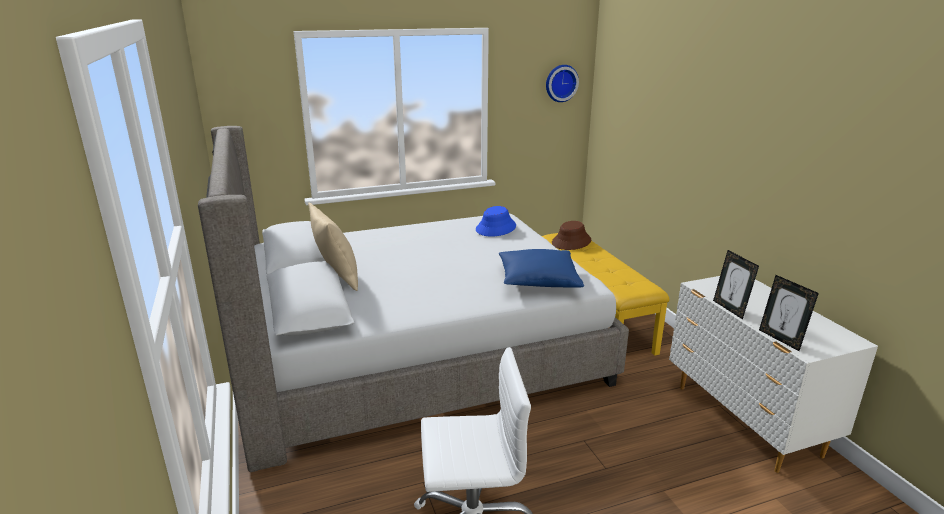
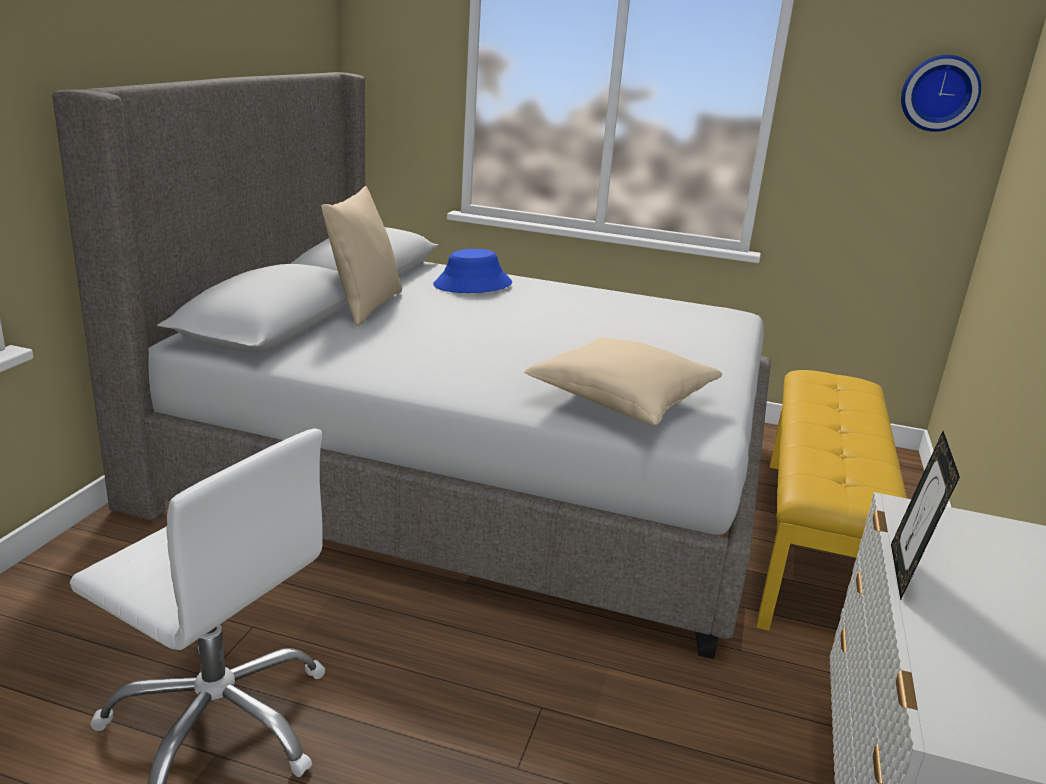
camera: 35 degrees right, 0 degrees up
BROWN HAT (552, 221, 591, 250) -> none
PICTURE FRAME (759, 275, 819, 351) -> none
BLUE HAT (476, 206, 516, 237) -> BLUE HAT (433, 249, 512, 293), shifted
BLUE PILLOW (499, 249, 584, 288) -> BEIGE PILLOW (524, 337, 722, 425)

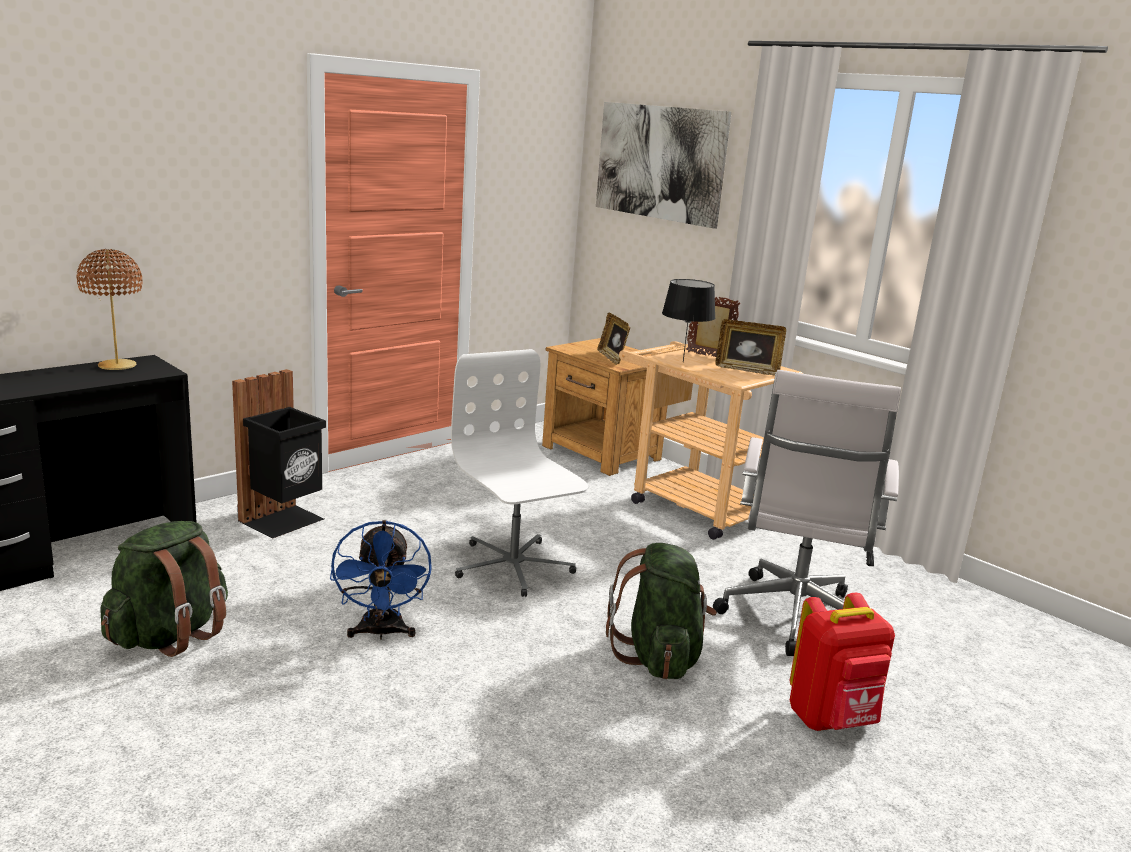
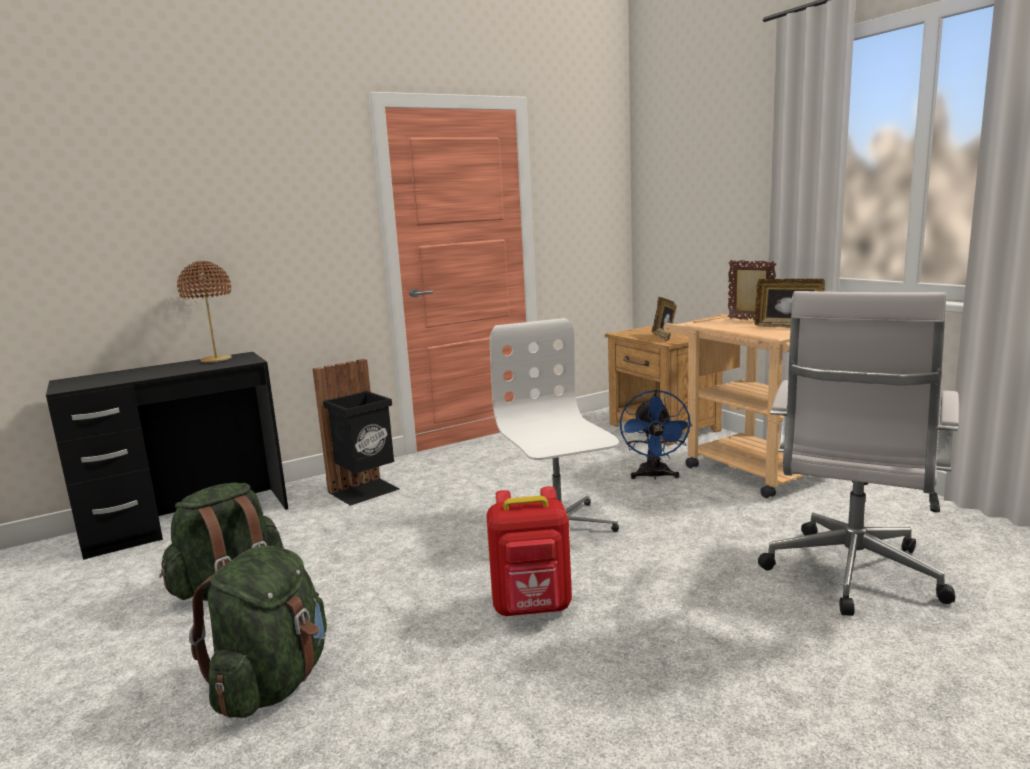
camera: 15 degrees right, 5 degrees down
PICTURE (596, 102, 732, 229) -> none
BLACK TABLE LAMP (662, 279, 716, 362) -> none
BLUE FAN (330, 520, 432, 640) -> BLUE FAN (620, 390, 692, 480), shifted
GREEN BACKPACK (606, 543, 717, 679) -> GREEN BACKPACK (189, 546, 327, 718), shifted
RED BACKPACK (790, 593, 895, 731) -> RED BACKPACK (486, 486, 572, 616), shifted

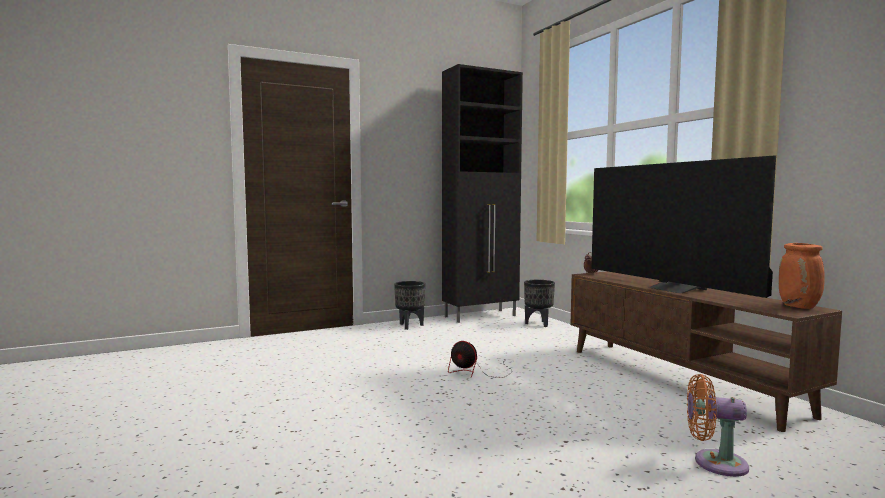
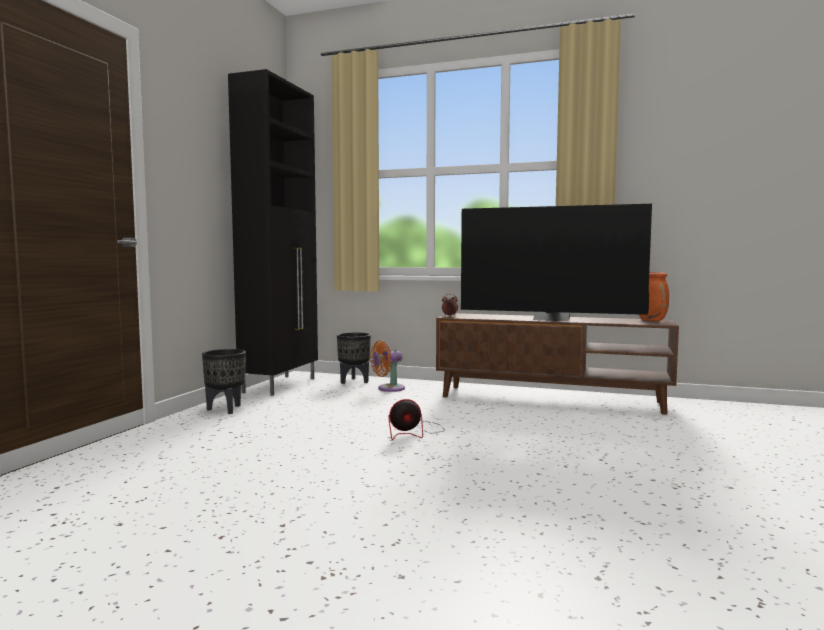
camera: 45 degrees left, 0 degrees up
ORANGE FAN (687, 374, 749, 477) -> ORANGE FAN (370, 340, 405, 392), shifted

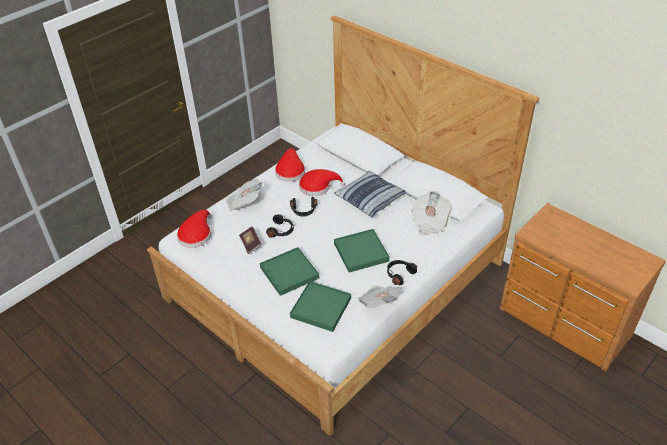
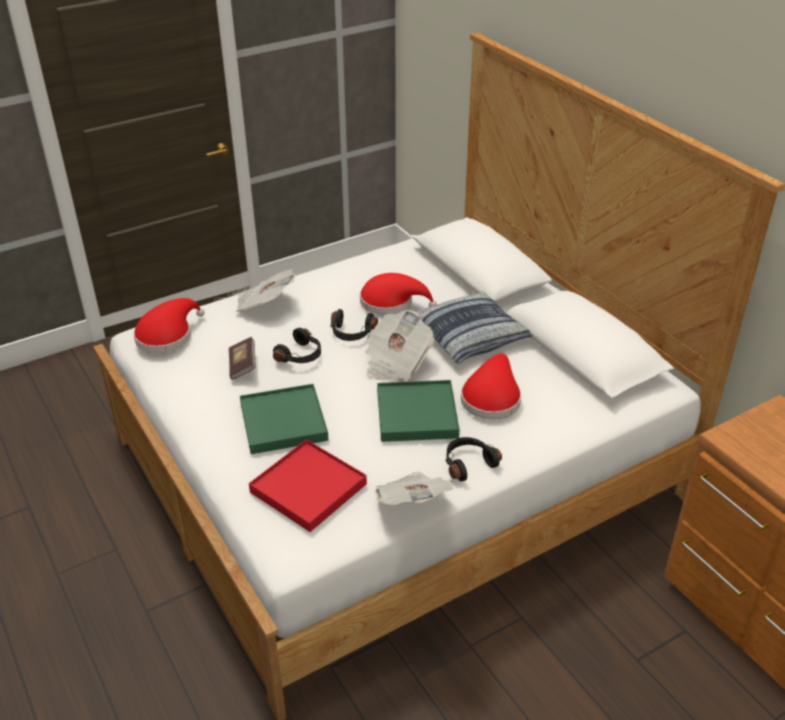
camera: 15 degrees right, 5 degrees down
RED HAT (275, 148, 305, 182) -> RED HAT (461, 354, 521, 419), shifted
NEWSPAPER (412, 191, 452, 235) -> NEWSPAPER (365, 310, 434, 380), shifted
GREEN TRAY (290, 281, 351, 332) -> RED TRAY (249, 439, 367, 532)

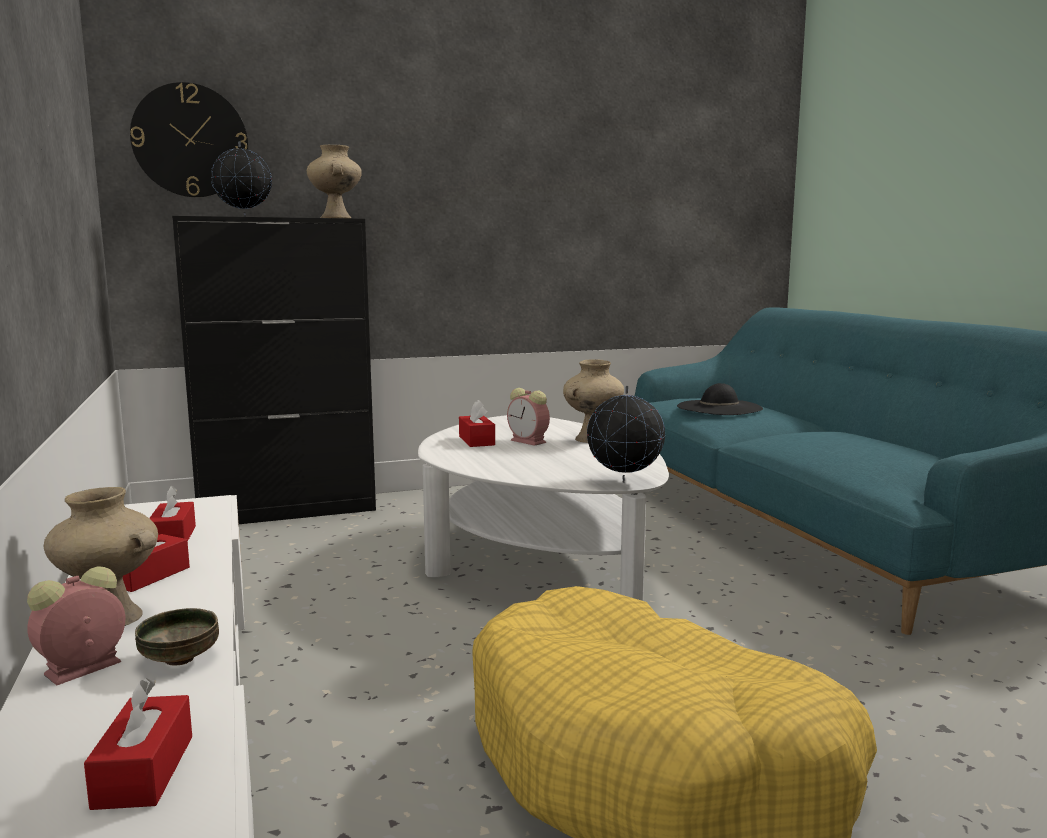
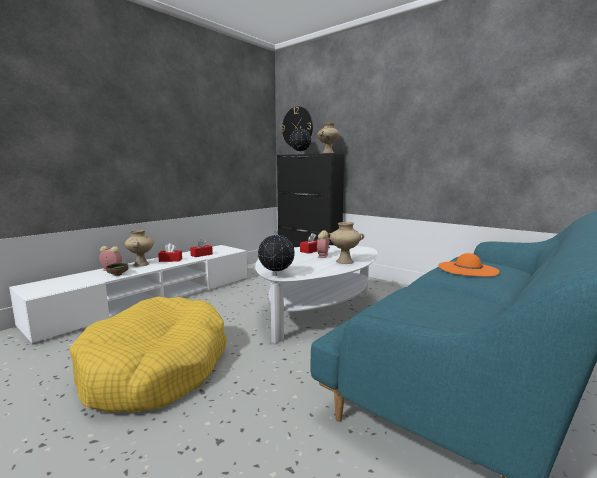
camera: 60 degrees right, 0 degrees up
RED TISSUE BOX (84, 678, 192, 810) -> none
BLACK HAT (677, 383, 763, 415) -> ORANGE HAT (438, 253, 500, 277)

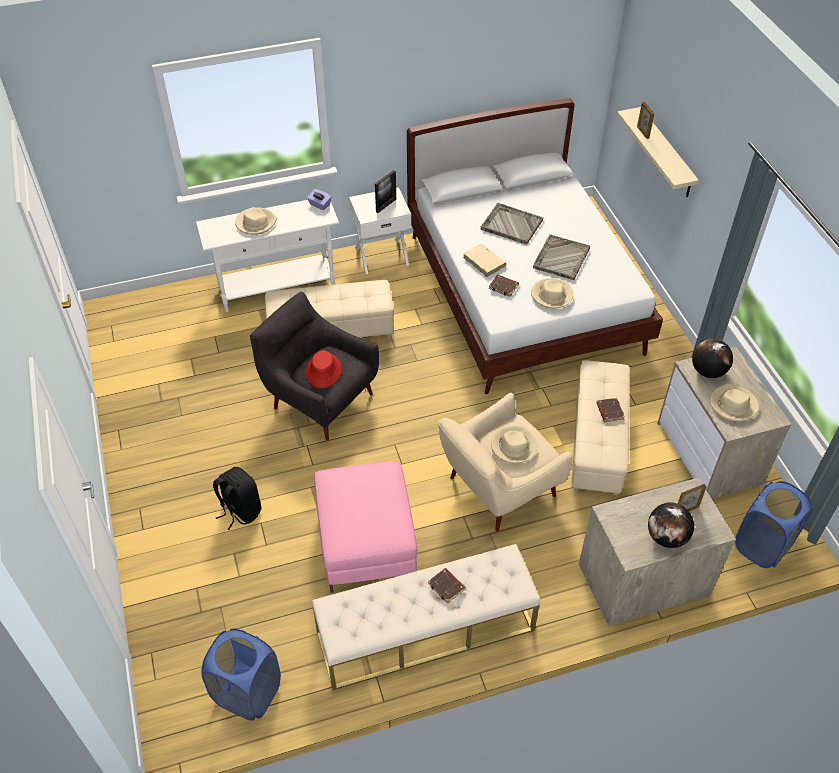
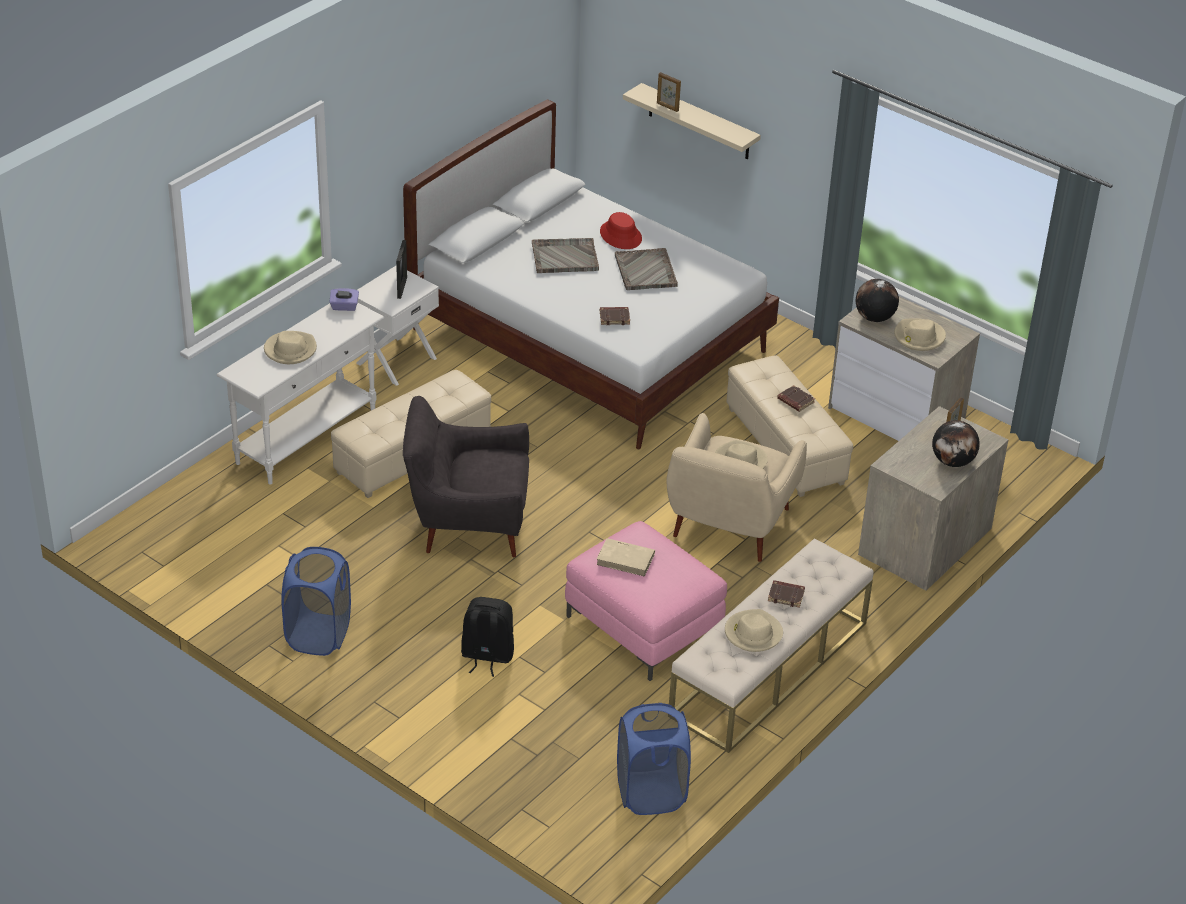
camera: 35 degrees left, 10 degrees down
RED HAT (306, 350, 341, 388) -> RED HAT (600, 212, 642, 249), shifted
BEIGE BOOK (463, 243, 506, 277) -> BEIGE BOOK (596, 538, 655, 577), shifted
BEIGE HAT (531, 278, 573, 309) -> BEIGE HAT (725, 609, 783, 652), shifted
BLUE LAUNDRY BASKET (735, 481, 813, 568) -> BLUE LAUNDRY BASKET (281, 547, 351, 656), shifted

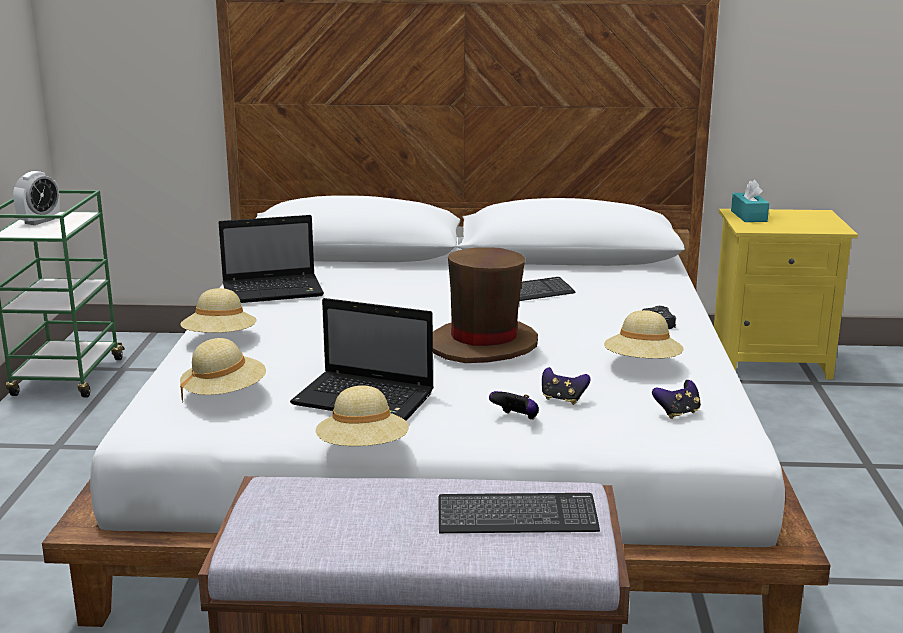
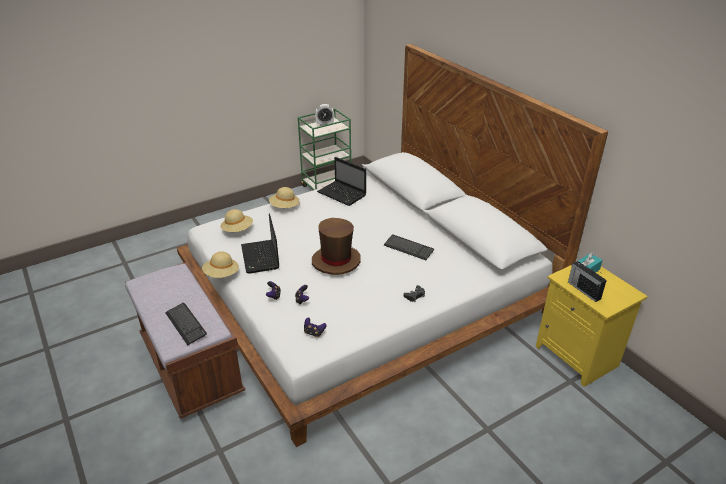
camera: 55 degrees right, 15 degrees up
BEIGE HAT (604, 310, 684, 359) -> none
none -> RADIO (568, 261, 607, 302)

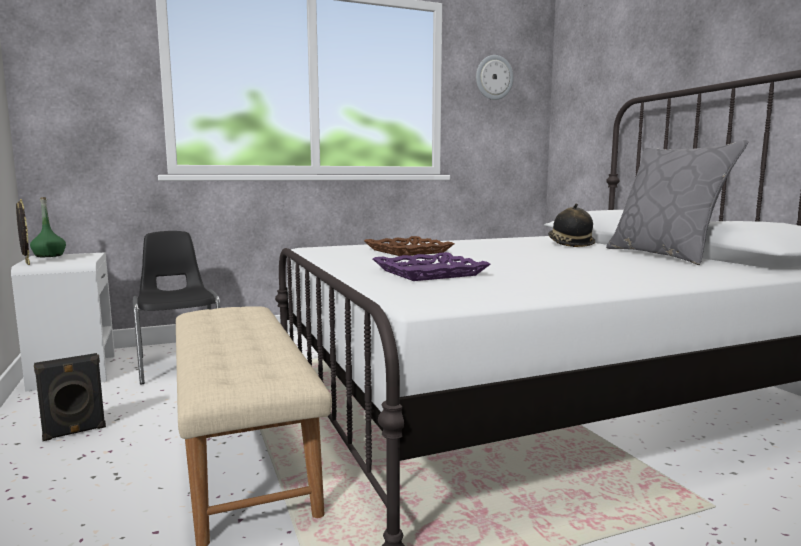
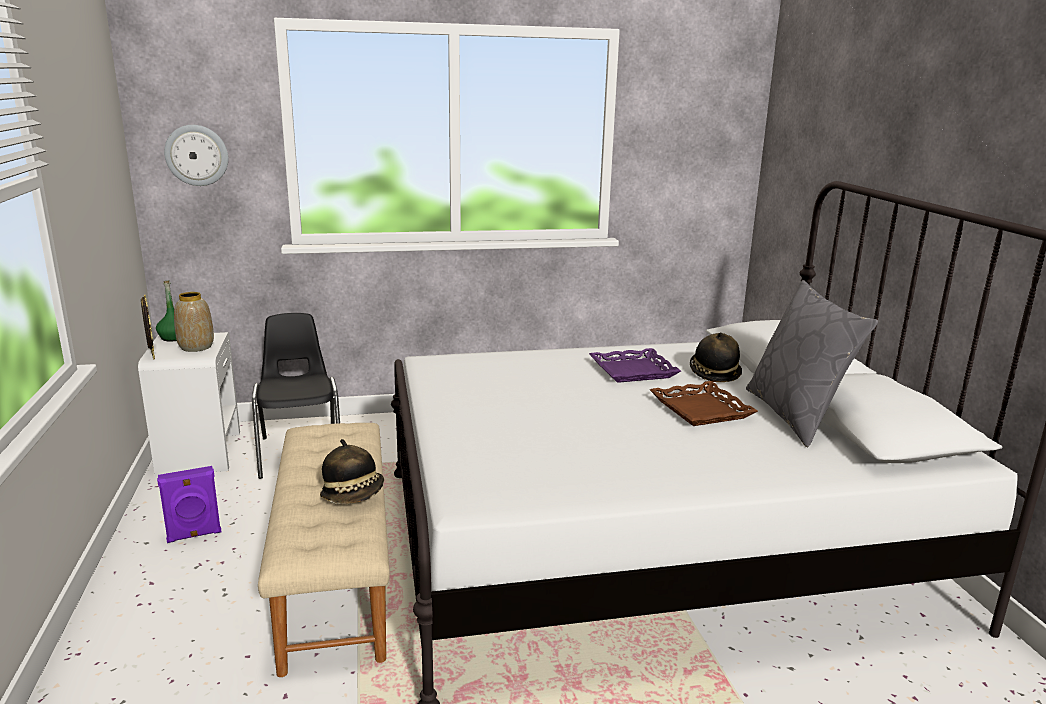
camera: 10 degrees right, 10 degrees up
none -> VASE (174, 292, 214, 352)
none -> HAT (320, 439, 384, 504)
BROWN TRAY (364, 236, 454, 256) -> BROWN TRAY (650, 381, 758, 426), shifted
PURPLE TRAY (373, 252, 491, 281) -> PURPLE TRAY (589, 348, 681, 383), shifted
WALL CLOCK (476, 55, 514, 100) -> WALL CLOCK (164, 125, 228, 186), shifted
BLACK SPEAKER (34, 353, 106, 441) -> PURPLE SPEAKER (157, 466, 222, 543)

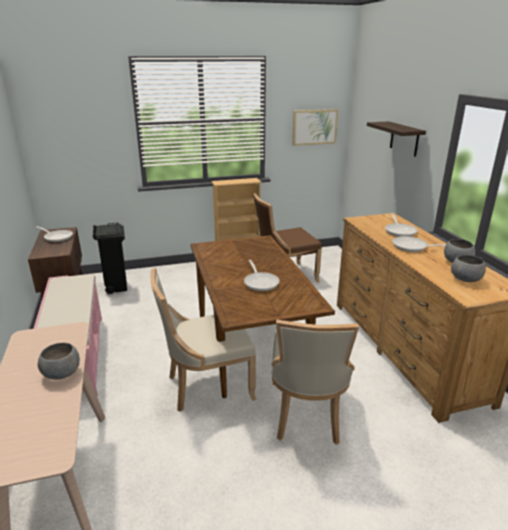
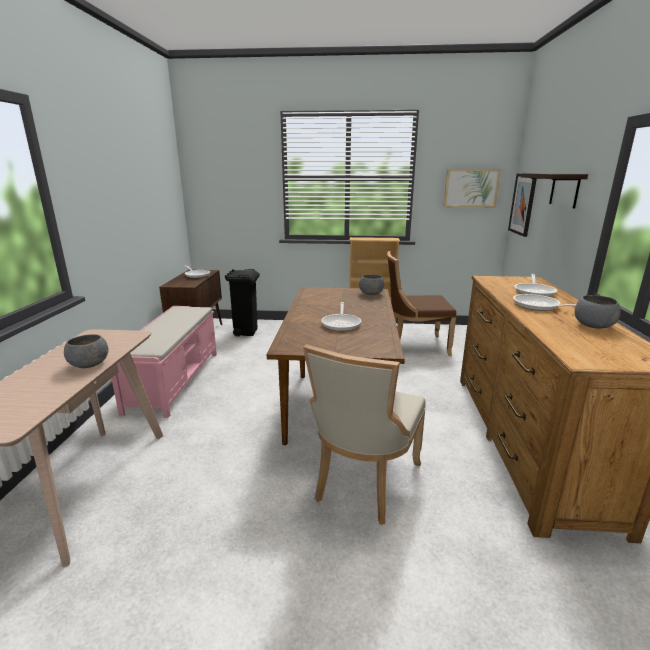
camera: 20 degrees right, 5 degrees down
BEIGE CHAIR (150, 268, 256, 412) -> none
none -> PICTURE (508, 174, 537, 237)
GREY BOWL (451, 255, 486, 282) -> GREY BOWL (359, 275, 385, 295), shifted

